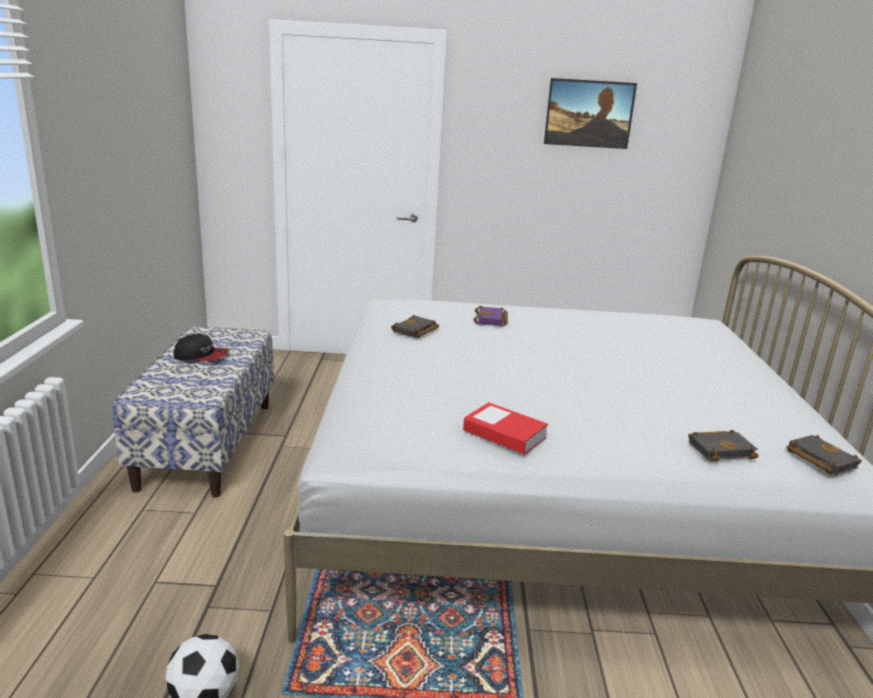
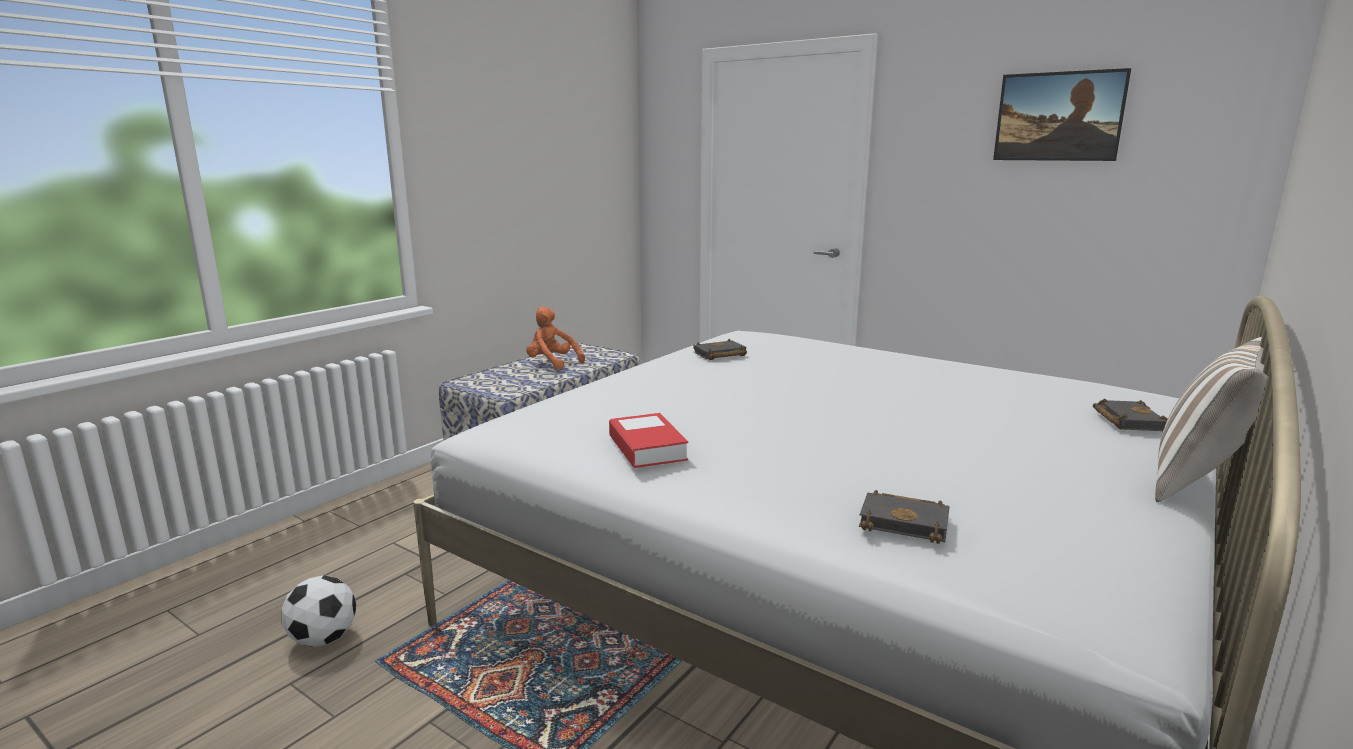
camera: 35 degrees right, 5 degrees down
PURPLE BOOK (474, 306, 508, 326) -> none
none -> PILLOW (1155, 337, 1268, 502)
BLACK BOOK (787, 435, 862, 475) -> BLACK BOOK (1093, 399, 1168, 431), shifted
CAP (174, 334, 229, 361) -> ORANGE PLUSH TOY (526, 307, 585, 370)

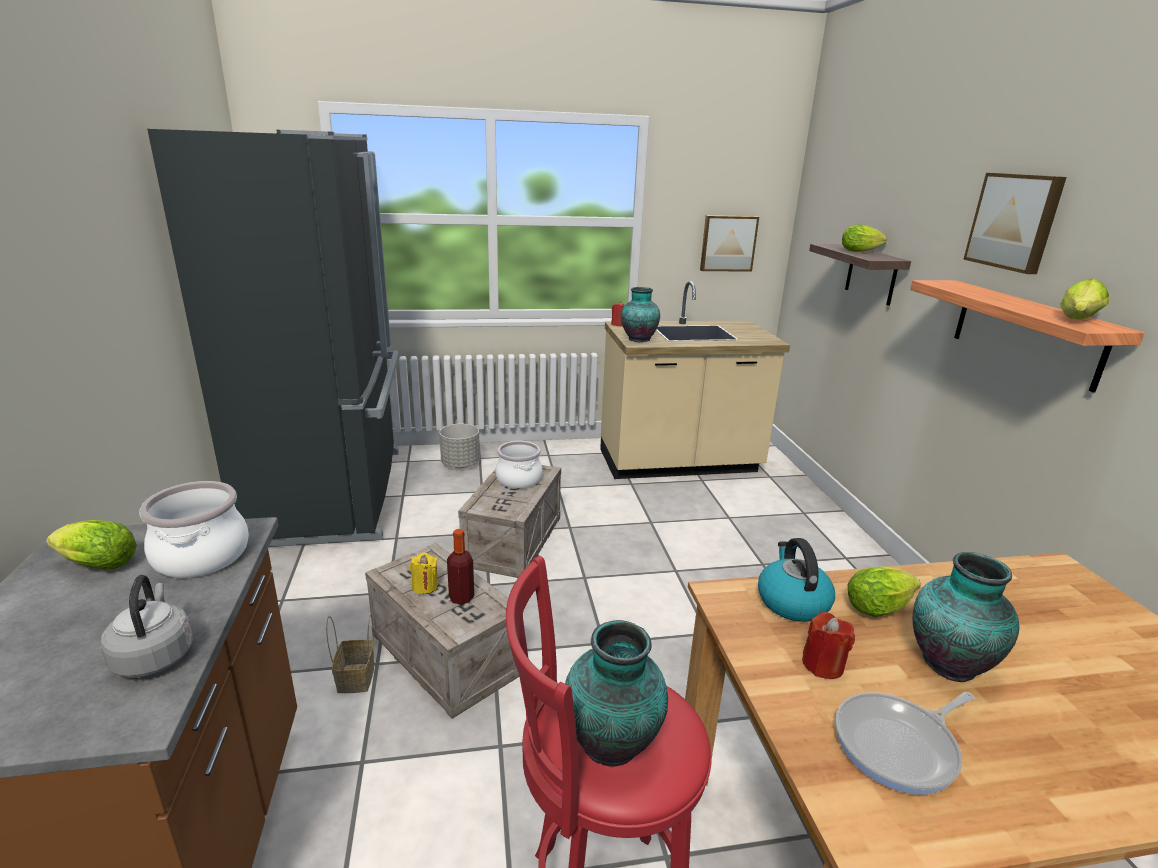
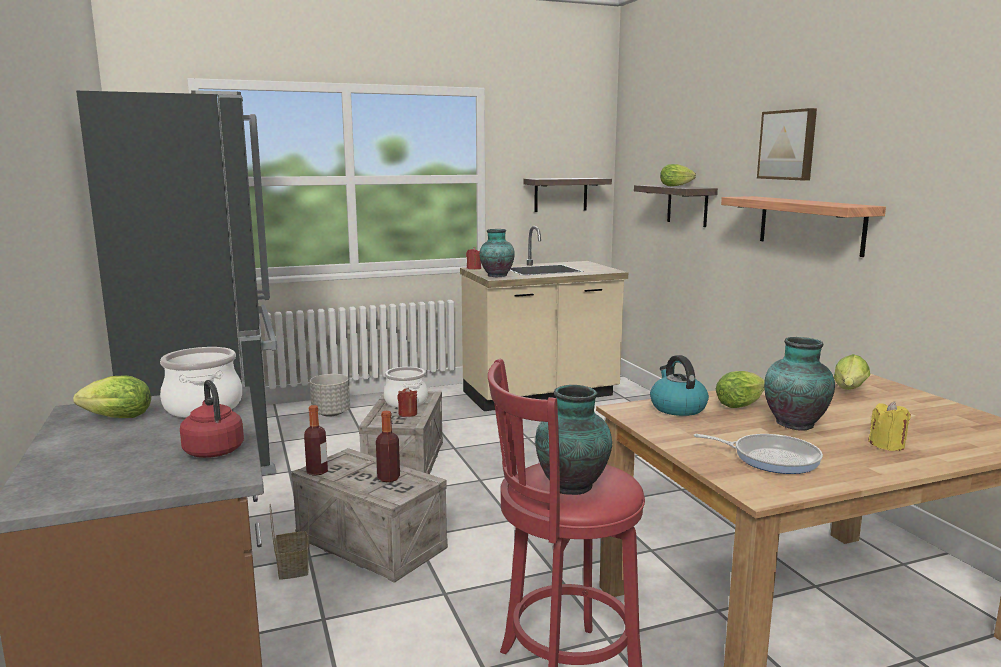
camera: 10 degrees left, 10 degrees down
none -> BOTTLE (304, 405, 328, 476)
YELLOW CANDLE (410, 553, 438, 594) -> YELLOW CANDLE (868, 402, 911, 451), shifted
RED CANDLE (802, 612, 855, 679) -> RED CANDLE (398, 387, 417, 417), shifted
LETTUCE (1060, 278, 1109, 319) -> LETTUCE (834, 354, 870, 390), shifted
PICTURE (700, 215, 759, 271) -> SHELF (523, 178, 612, 212)
GREY KETTLE (101, 575, 193, 678) -> RED KETTLE (180, 380, 244, 458)
FRYING PAN (835, 692, 974, 795) -> FRYING PAN (694, 434, 823, 474), 120 degrees counterclockwise

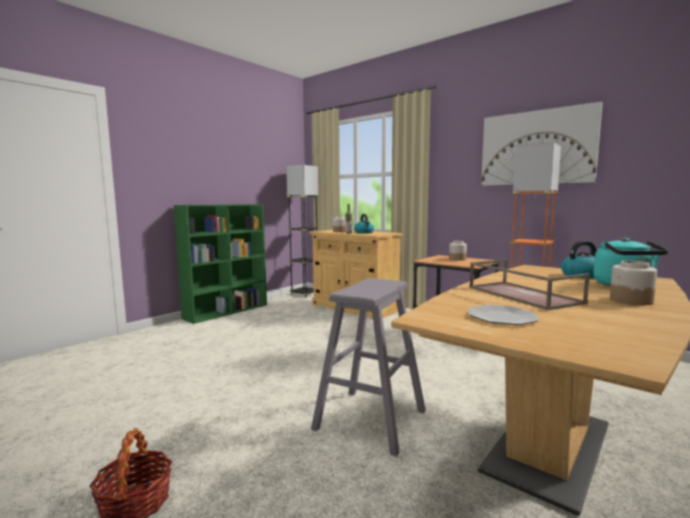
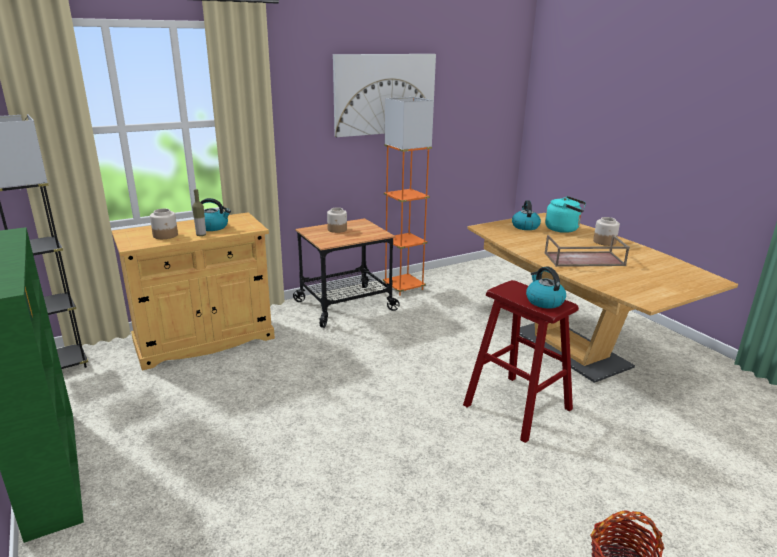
camera: 70 degrees left, 15 degrees up
PLATE (468, 305, 539, 325) -> none
none -> KETTLE (526, 266, 566, 308)
GREY STOOL (311, 278, 426, 457) -> RED STOOL (463, 280, 579, 443)

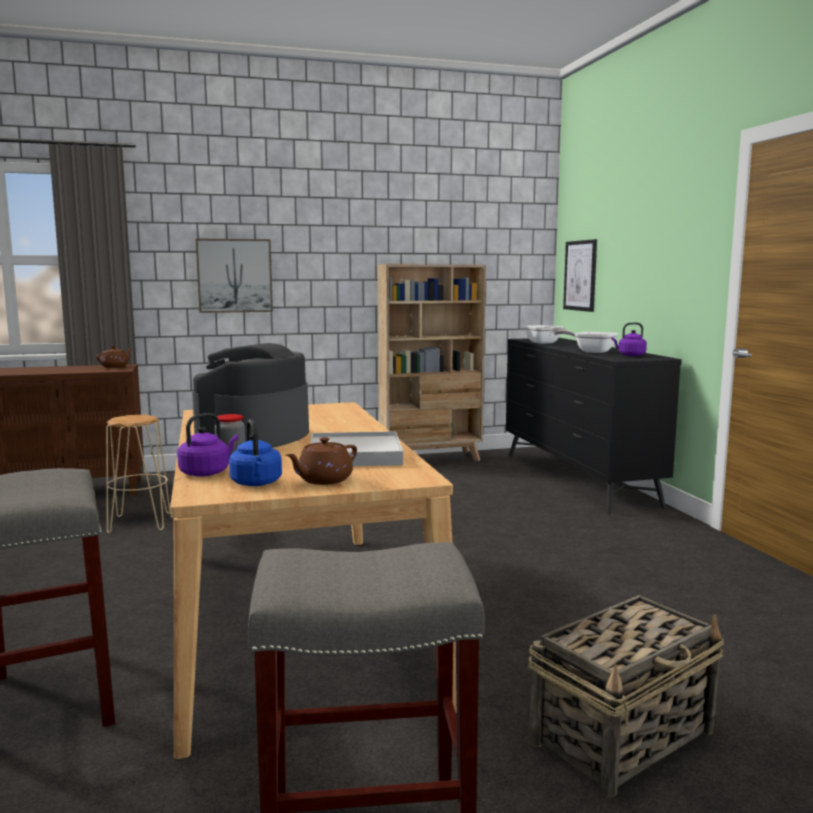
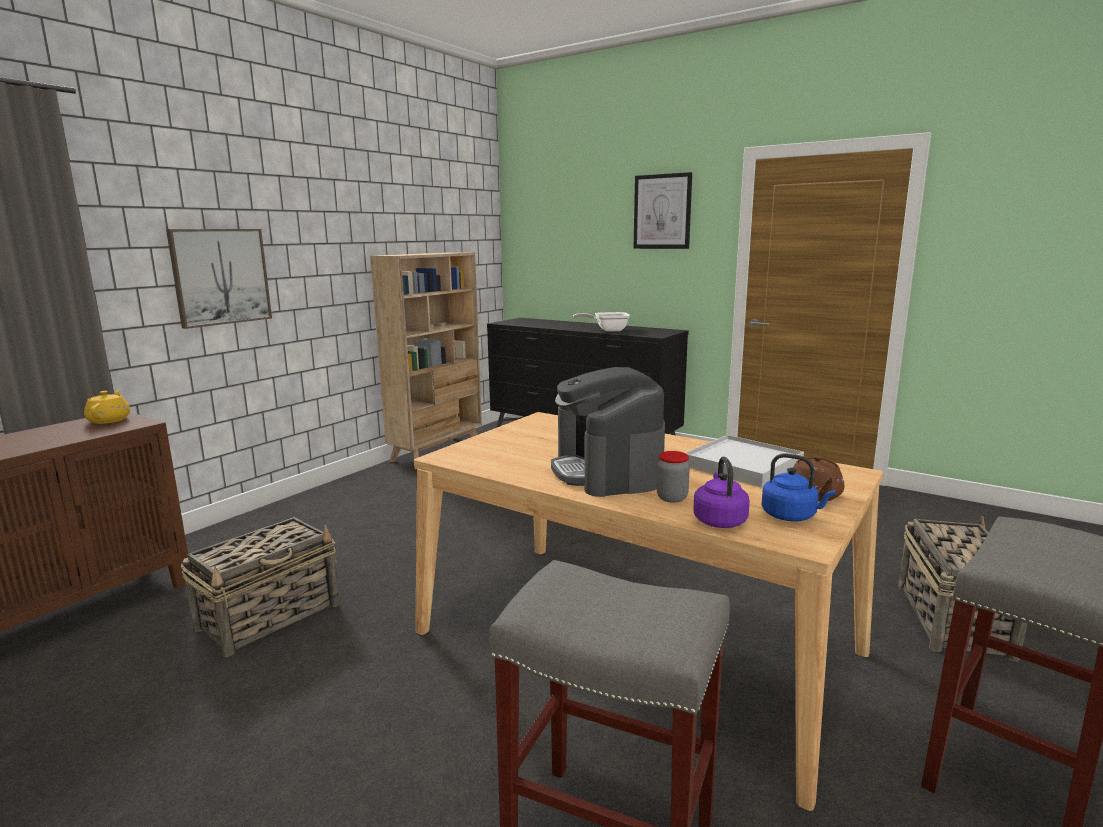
camera: 40 degrees left, 5 degrees up
FRYING PAN (524, 325, 567, 344) -> none
PURPLE KETTLE (611, 322, 647, 356) -> none
PICTURE (563, 239, 597, 312) -> PICTURE (634, 172, 692, 249), shifted
BEIGE STOOL (106, 415, 170, 533) -> BASKET (180, 517, 339, 657)
BROWN TEAPOT (96, 346, 132, 368) -> YELLOW TEAPOT (84, 390, 130, 424)

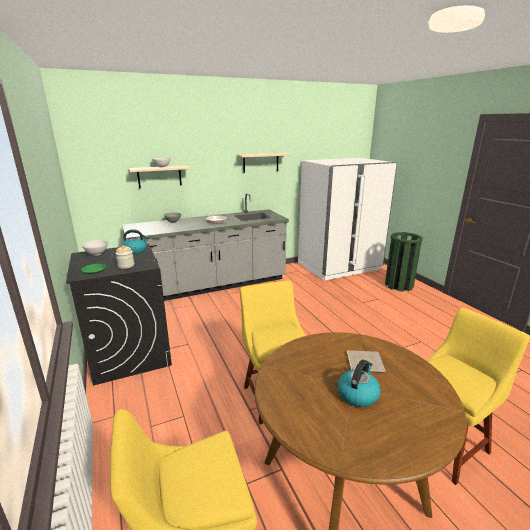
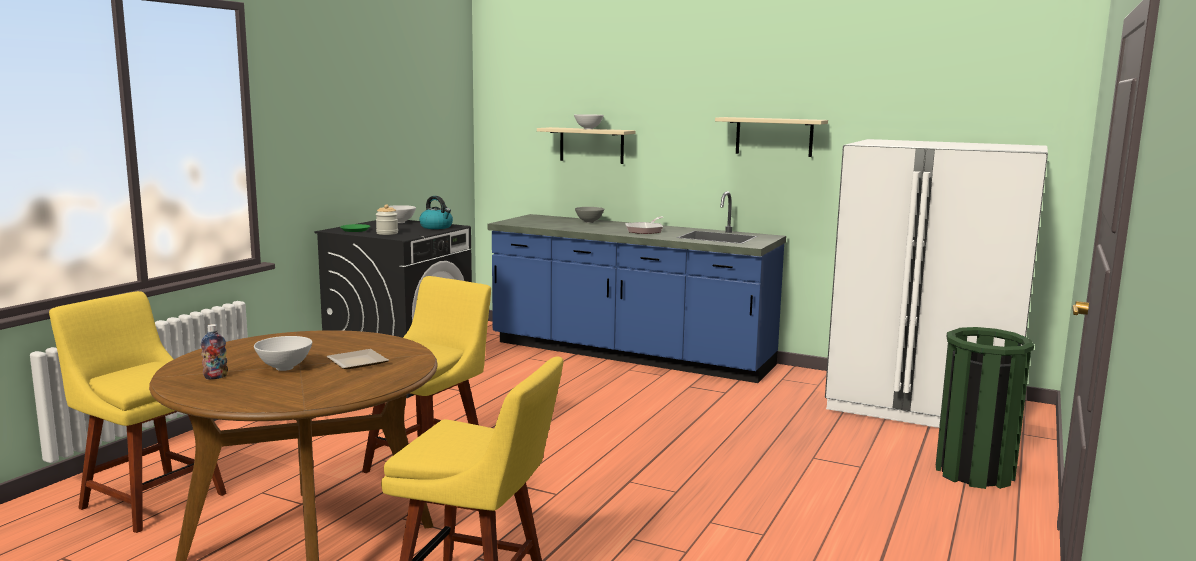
camera: 50 degrees right, 10 degrees down
none -> BOTTLE (201, 324, 228, 379)
KETTLE (338, 359, 381, 407) -> WHITE BOWL (254, 336, 312, 371)
GREY COUNTER (122, 193, 289, 301) -> BLUE COUNTER (488, 191, 786, 383)

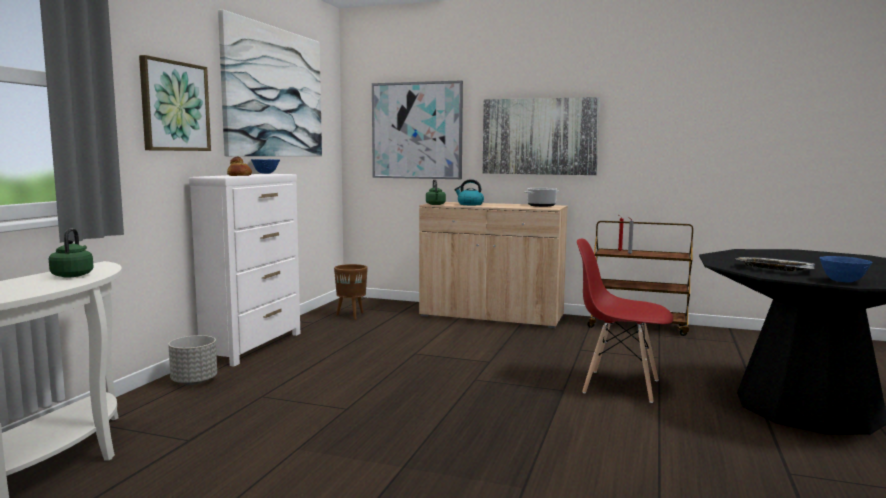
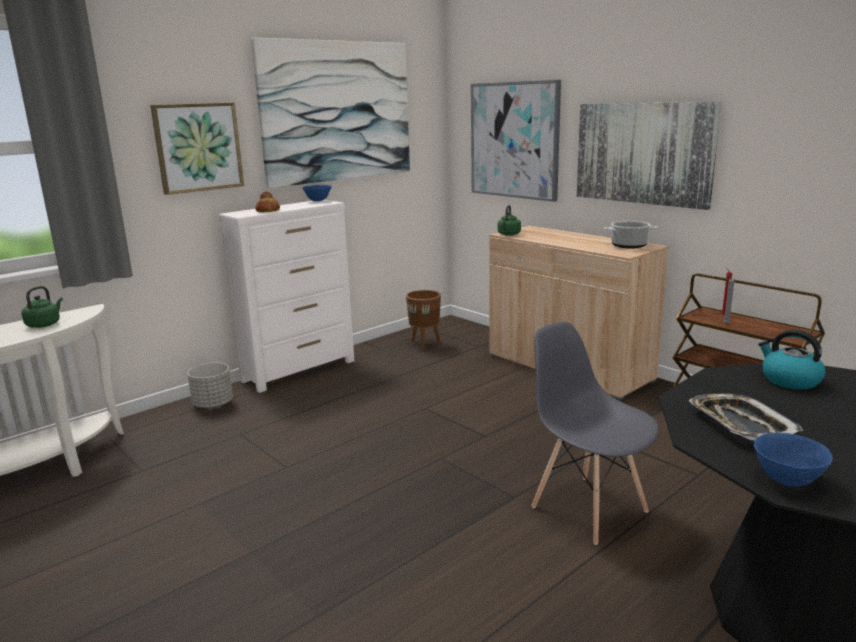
camera: 30 degrees right, 10 degrees up
KETTLE (454, 179, 484, 205) -> KETTLE (758, 330, 826, 389), shifted
RED CHAIR (577, 239, 673, 403) -> GREY CHAIR (531, 322, 659, 545)

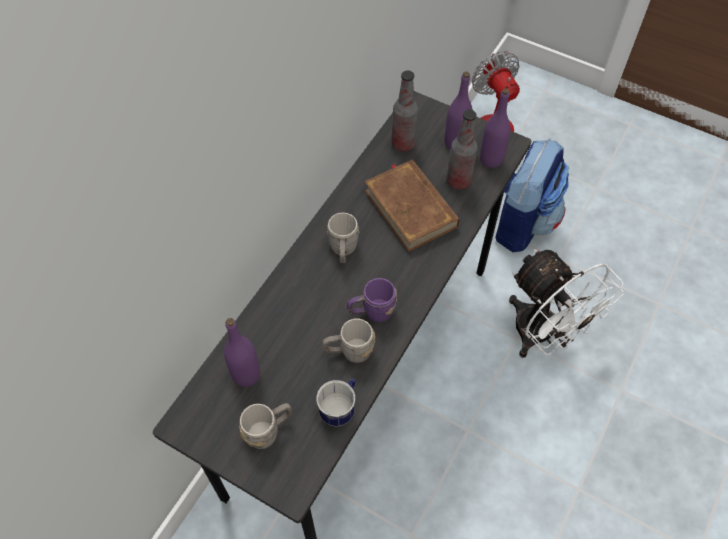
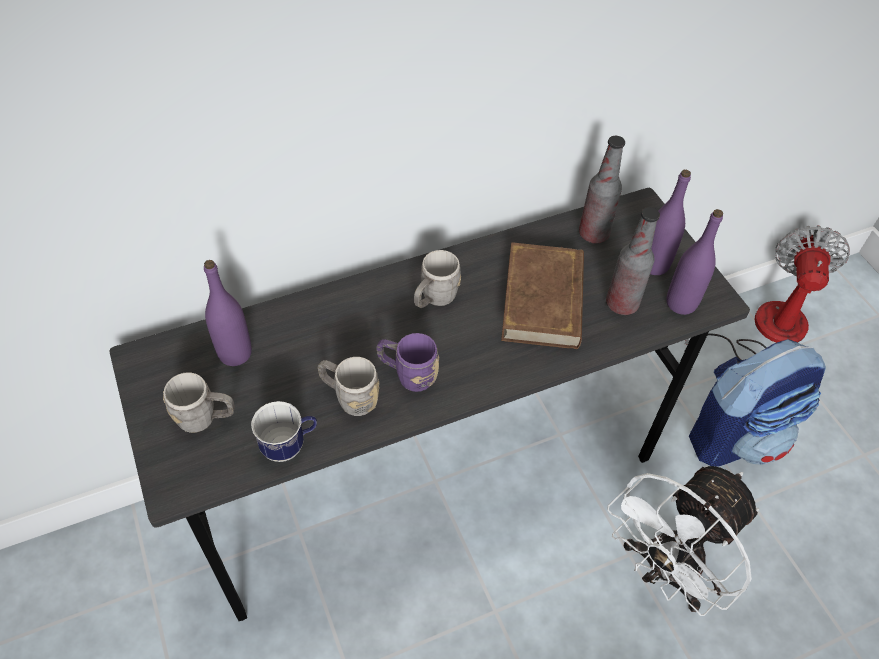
camera: 35 degrees right, 5 degrees down
WHITE FAN (509, 249, 624, 358) -> WHITE FAN (607, 466, 759, 616), 45 degrees clockwise

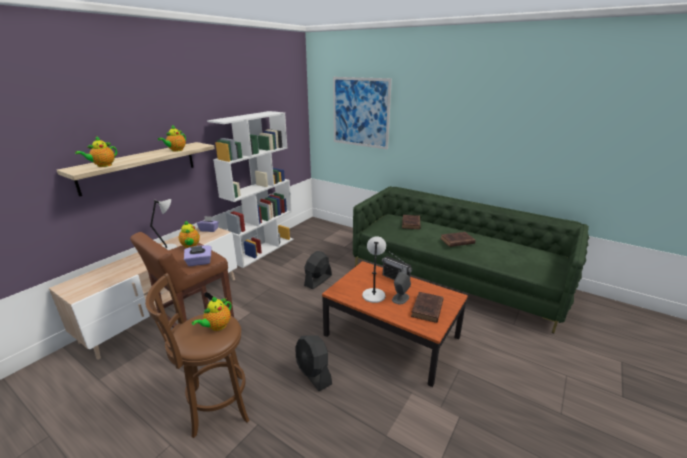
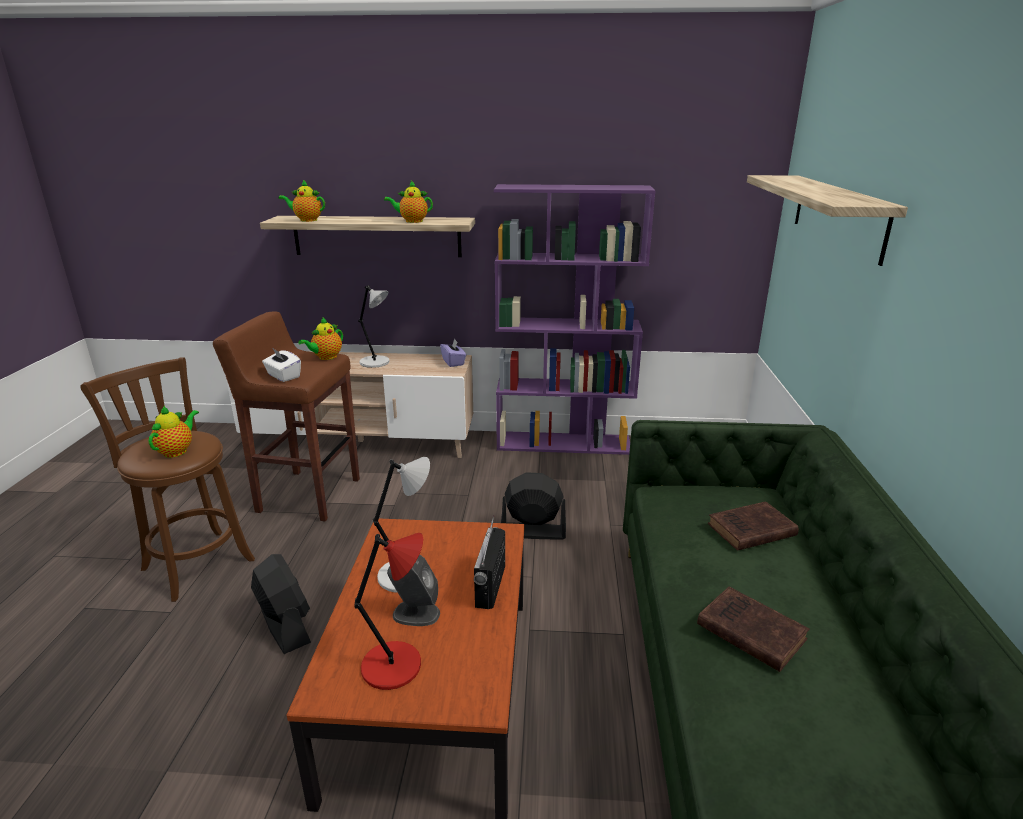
camera: 60 degrees right, 0 degrees up
PICTURE (333, 77, 392, 150) -> SHELF (747, 175, 908, 266)
BROWN BOOK (411, 292, 443, 323) -> RED TABLE LAMP (354, 533, 423, 690)
PURPLE TISSUE BOX (184, 245, 212, 266) -> WHITE TISSUE BOX (262, 349, 301, 382)
WHITE BOOKCASE (207, 111, 293, 268) -> PURPLE BOOKCASE (494, 184, 656, 455)
TEAPOT (192, 297, 231, 331) -> TEAPOT (149, 406, 199, 458), 105 degrees clockwise
BLACK FAN (295, 335, 332, 391) -> BLACK FAN (251, 554, 311, 654), 120 degrees clockwise

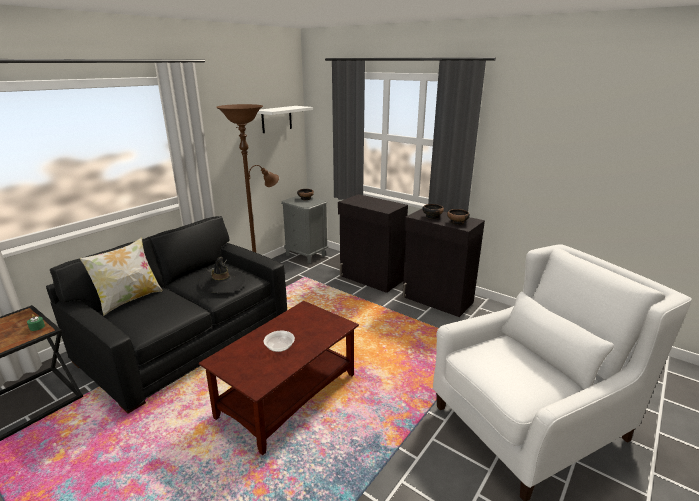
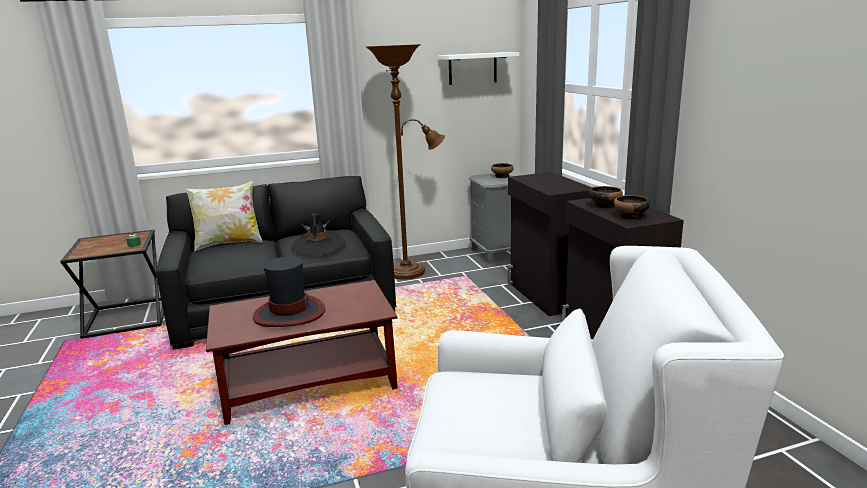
camera: 35 degrees right, 5 degrees down
BOWL (264, 331, 295, 352) -> HAT (253, 257, 325, 327)

